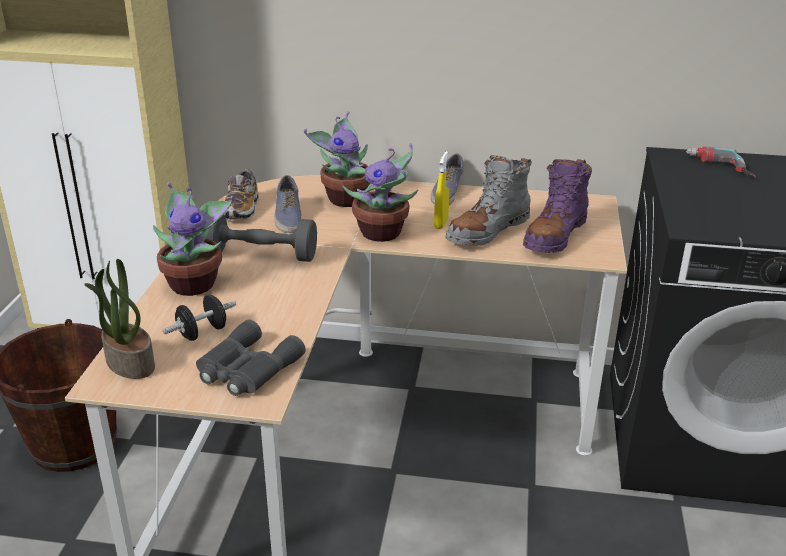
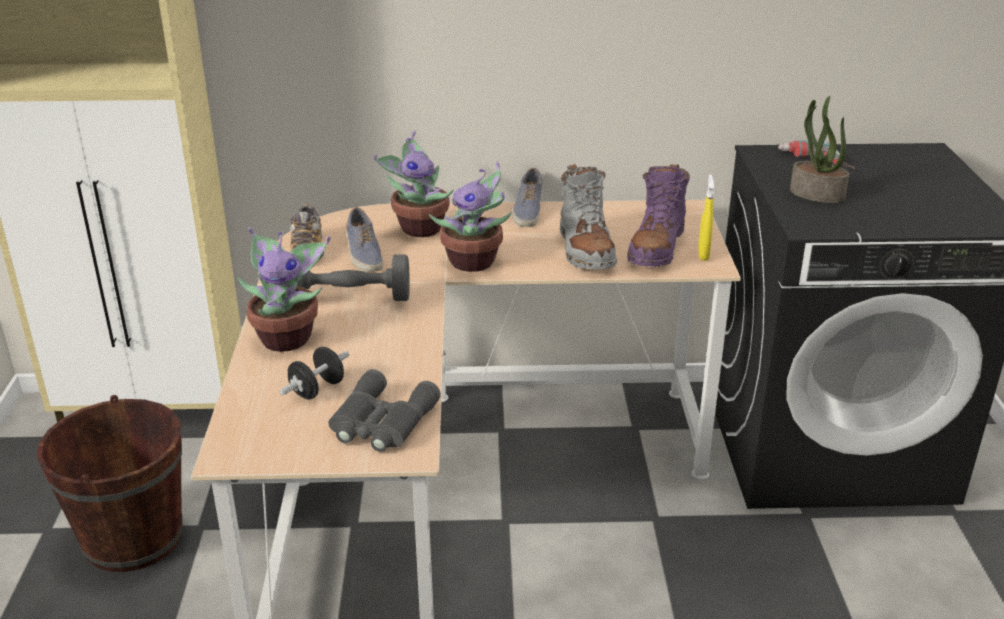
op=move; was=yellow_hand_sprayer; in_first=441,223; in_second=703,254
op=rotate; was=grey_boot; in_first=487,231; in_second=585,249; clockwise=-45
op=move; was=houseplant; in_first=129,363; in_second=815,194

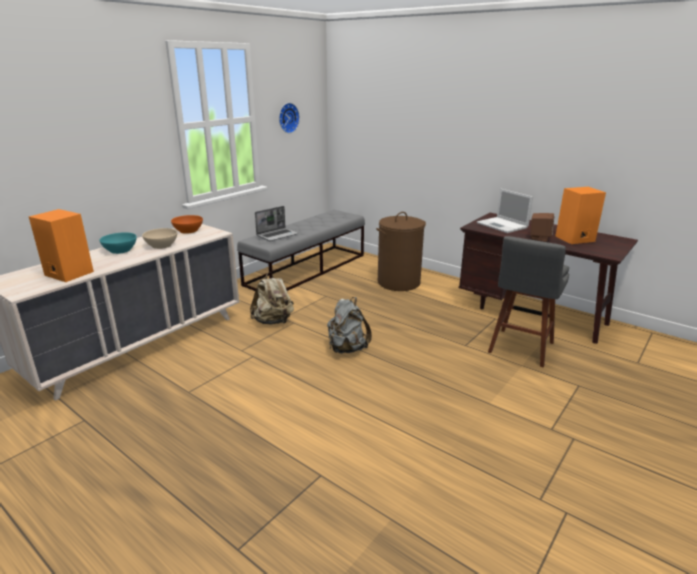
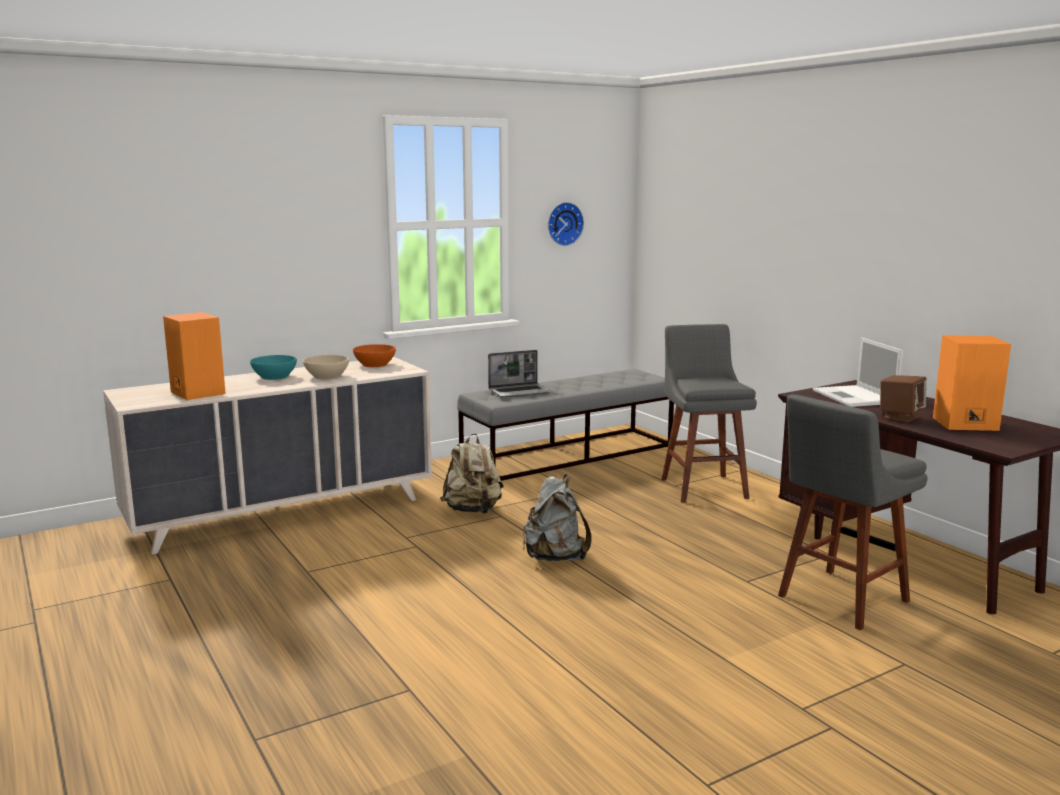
op=replace; was=brown-coloured_washing_basket; now=grey_sitting_stool; in_first=398,282; in_second=702,486

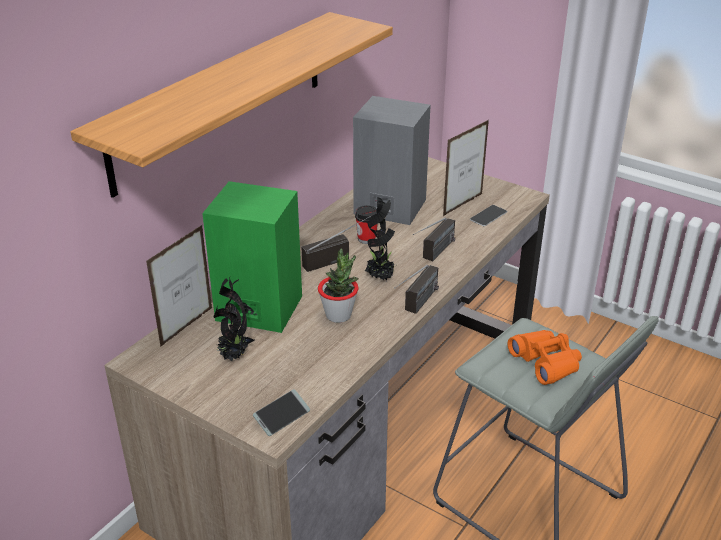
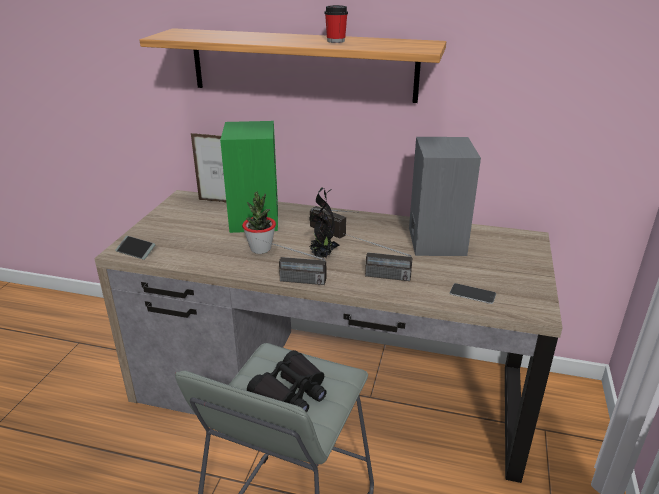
op=delete; was=standing_frame; in_first=463,205
op=move; was=drinking_cup; in_first=366,239; in_second=336,41
op=delete; was=houseplant; in_first=234,356
op=recolor; was=orange-coloured_field_glasses; now=black-coloured_field_glasses; in_first=546,362; in_second=291,393

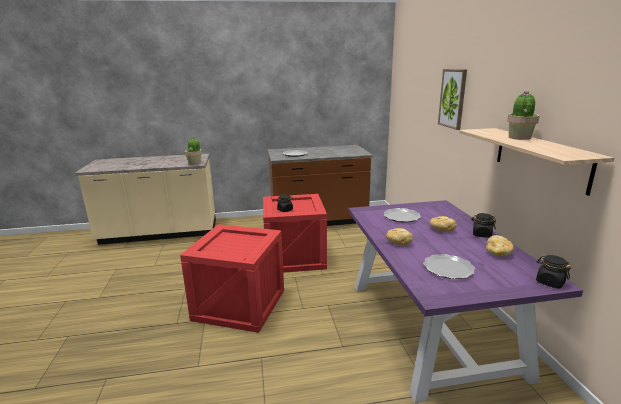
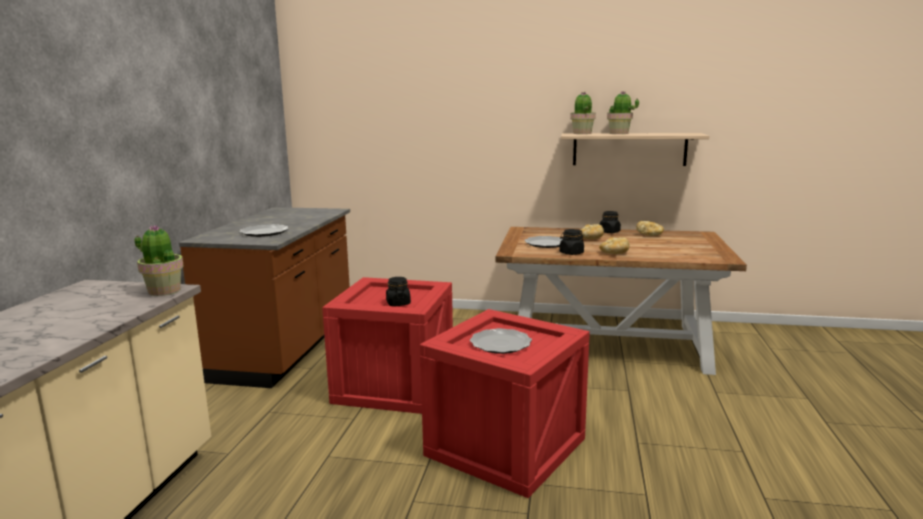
op=delete; was=wall_picture; in_first=453,98
op=recolor; was=purple-coloured_dining_table; now=brown-coloured_dining_table; in_first=431,326; in_second=608,343
op=move; was=flat_dish; in_first=448,269; in_second=501,344
op=move; was=black-coloured_preserve_jar; in_first=549,282; in_second=571,253
op=insert; now=houseplant; in_second=582,133

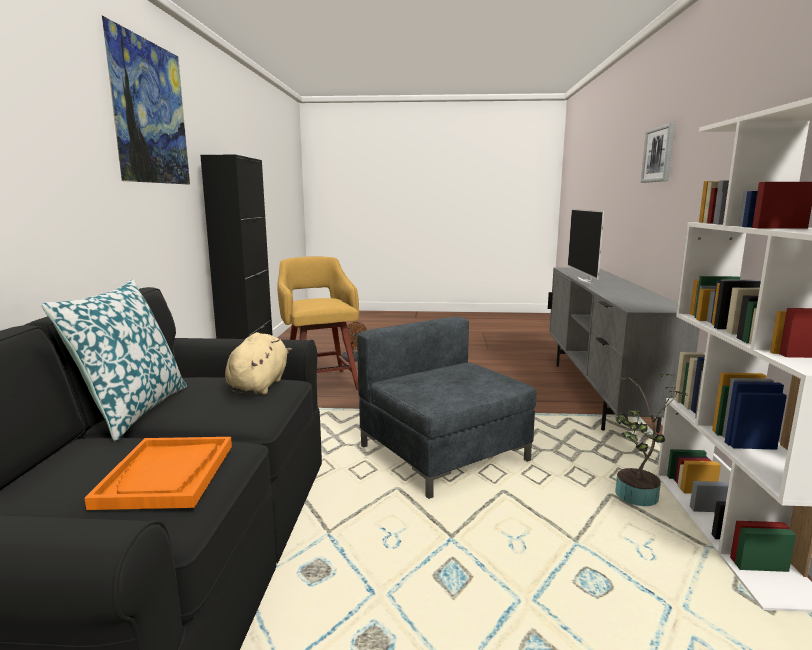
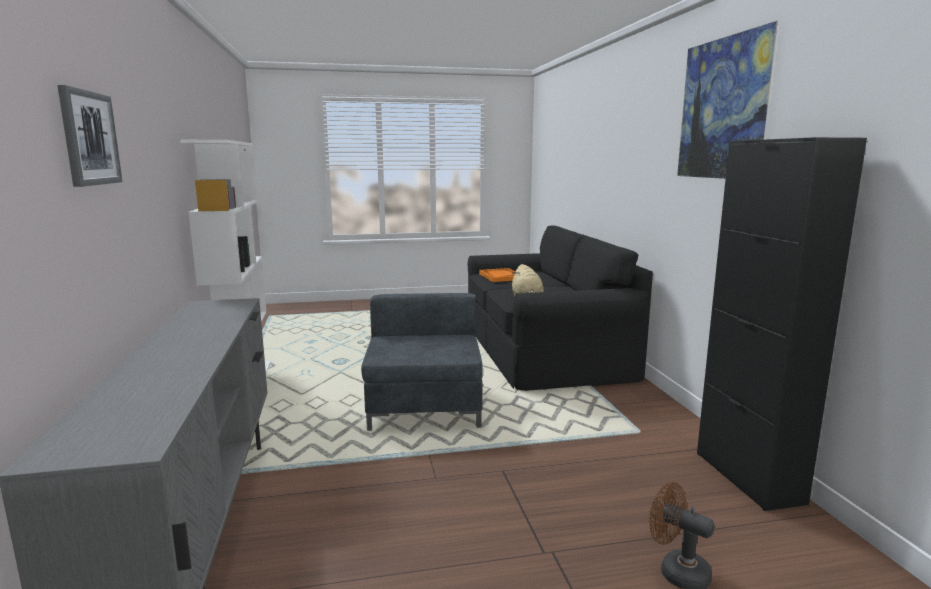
op=delete; was=TV; in_first=585,280
op=delete; was=yellow_sitting_stool; in_first=321,383
op=delete; was=pillow; in_first=132,411
op=rotate; was=grey_armchair; in_first=443,455; in_second=424,407; clockwise=-135
op=delete; was=houseplant; in_first=635,498

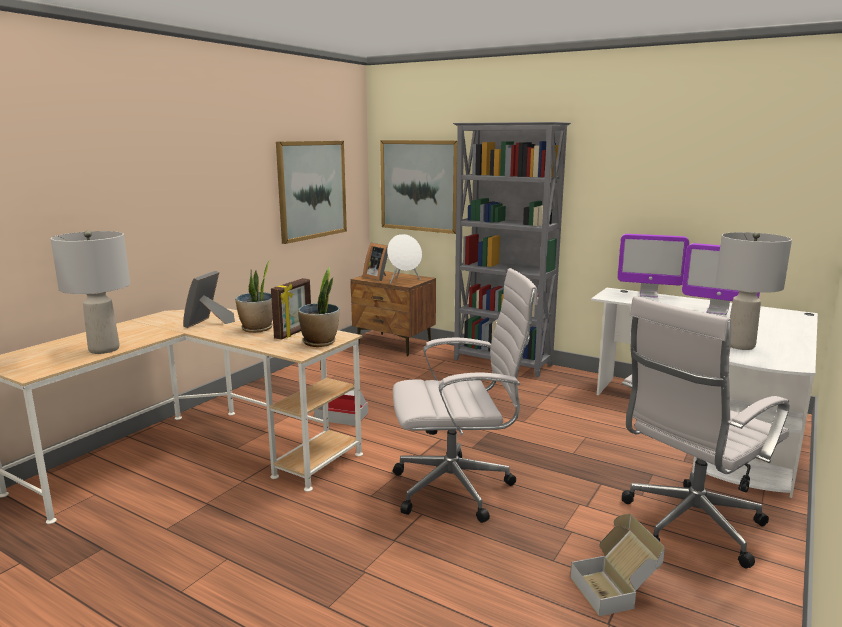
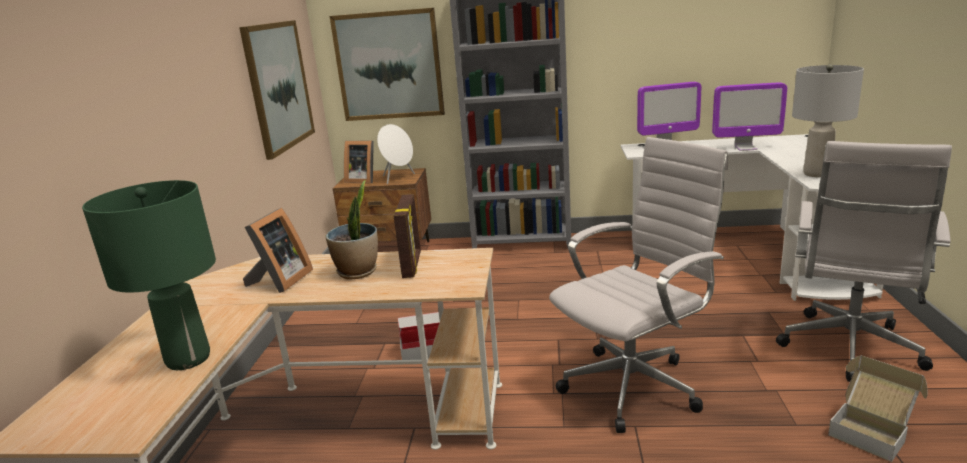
op=recolor; was=grey_tabletop_lamp; now=green_tabletop_lamp; in_first=104,349; in_second=187,359
op=delete; was=houseplant; in_first=320,342
op=rotate; was=standing_frame; in_first=209,323; in_second=280,281; clockwise=-150

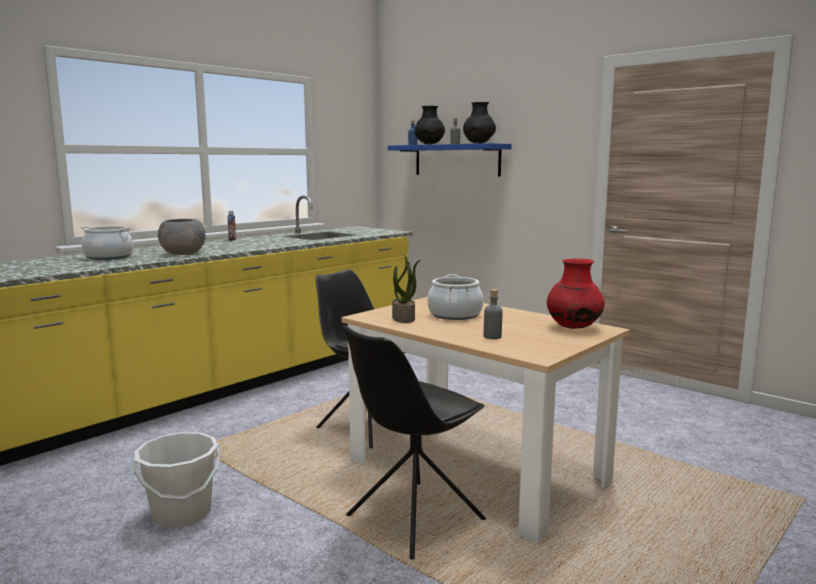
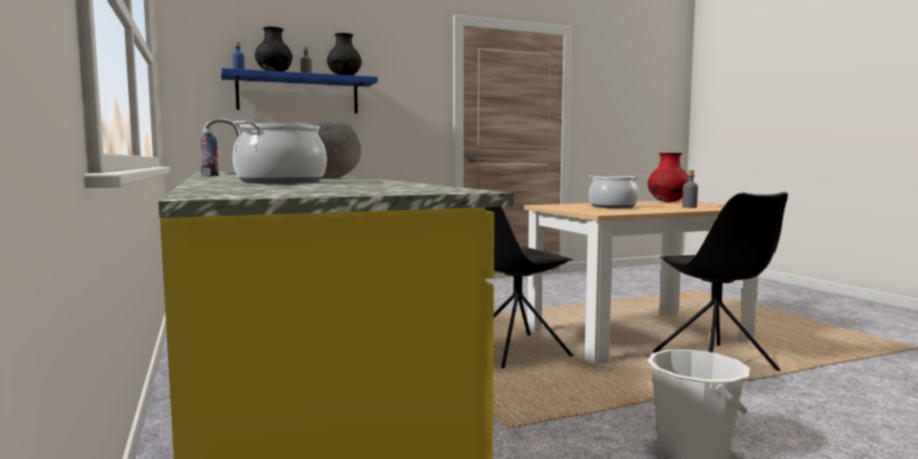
op=delete; was=houseplant; in_first=404,319

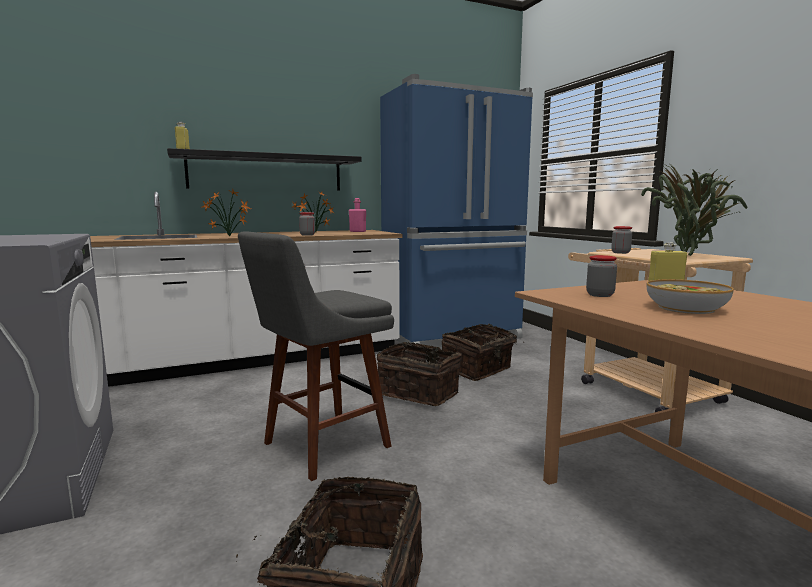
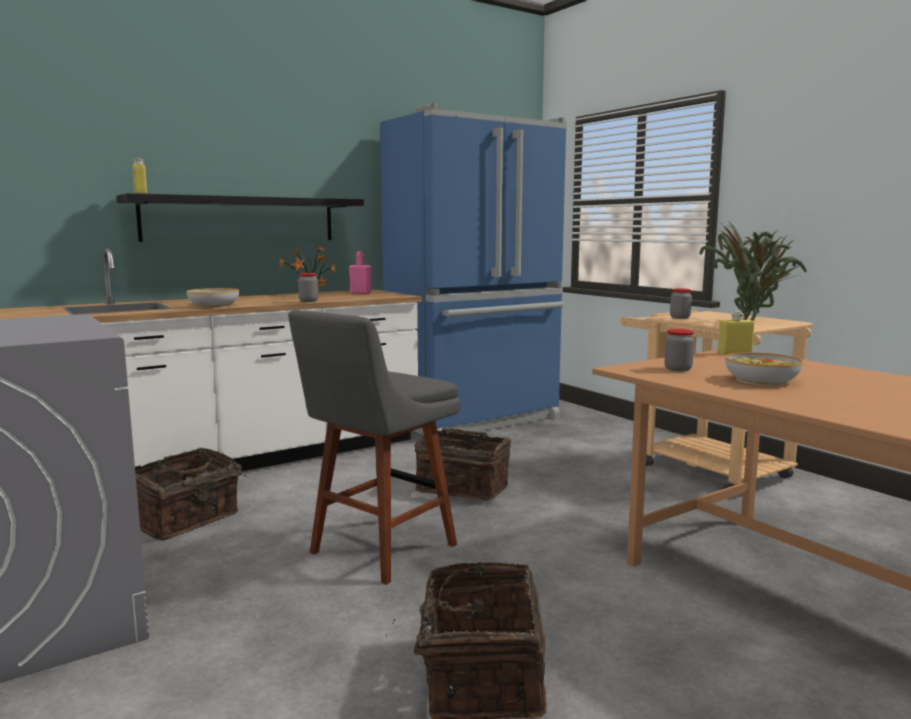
op=replace; was=houseplant; now=bowl; in_first=230,236; in_second=214,306
op=move; was=basket; in_first=478,369; in_second=185,519

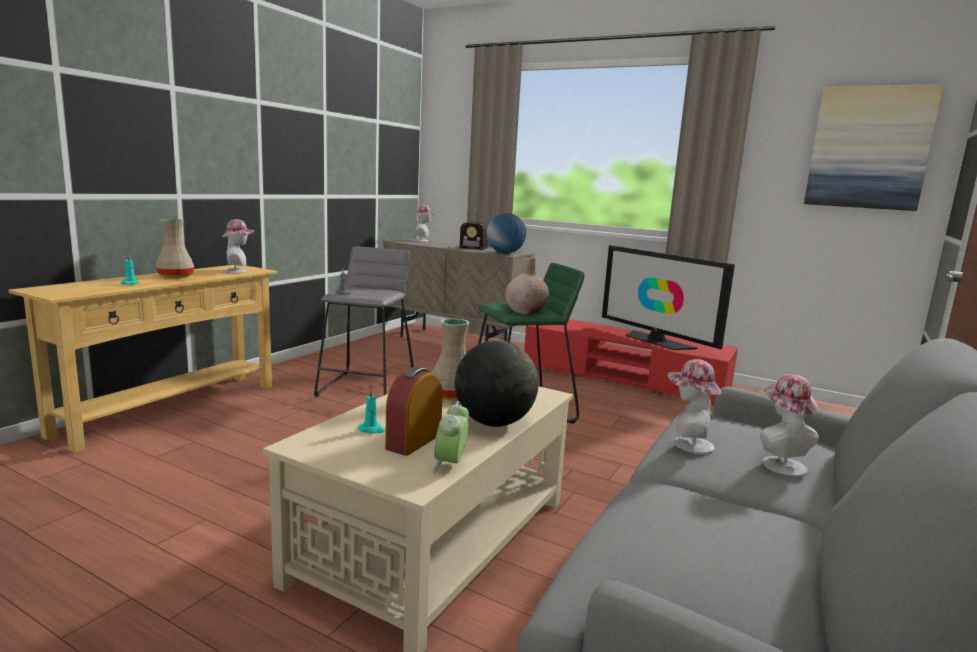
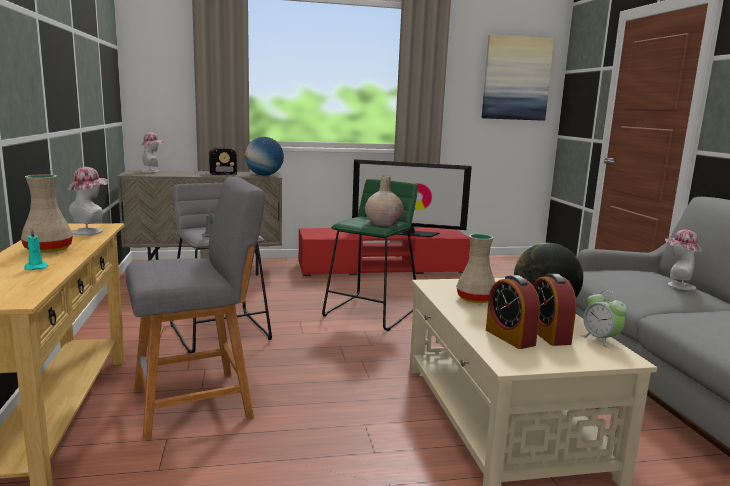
op=delete; was=hat; in_first=687,444
op=replace; was=turquoise-coloured_candle; now=alarm_clock; in_first=371,430; in_second=510,337
op=insert; now=grey_sitting_stool; in_second=199,402

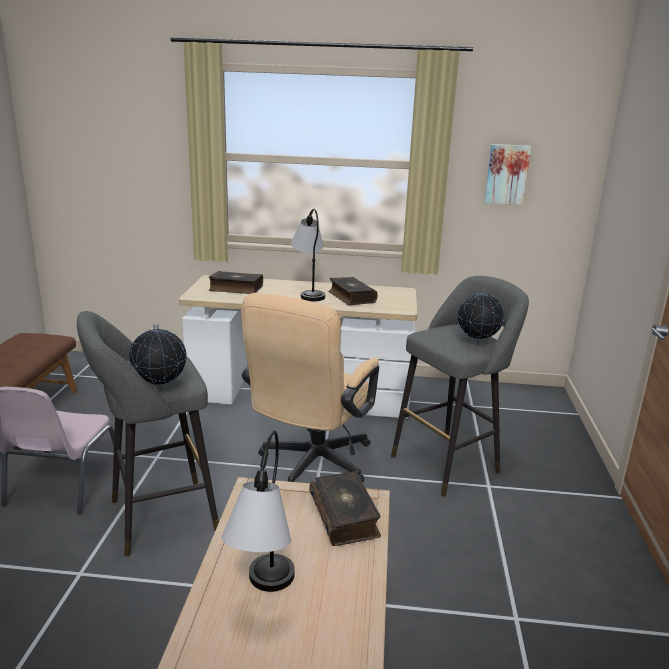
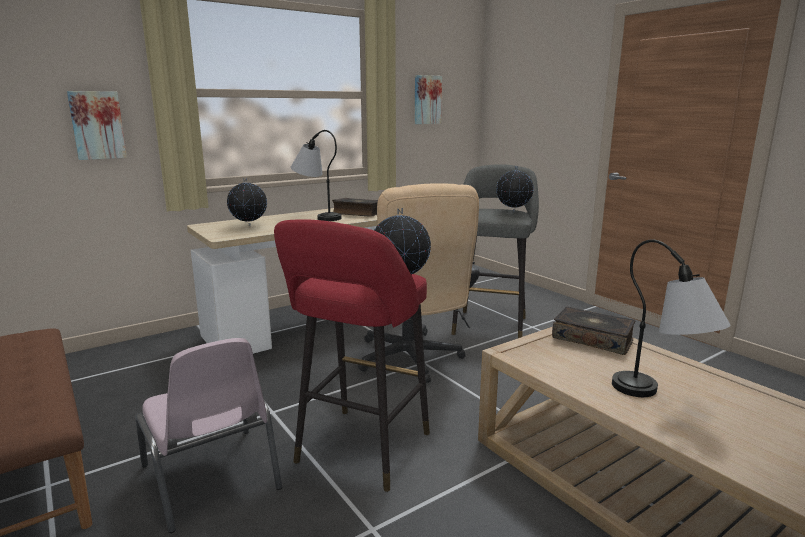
op=replace; was=book; now=desk_globe; in_first=236,289; in_second=249,226
op=recolor; was=grey_sitting_stool; now=red_sitting_stool; in_first=156,518; in_second=360,451
op=insert; now=wall_picture; in_second=97,125

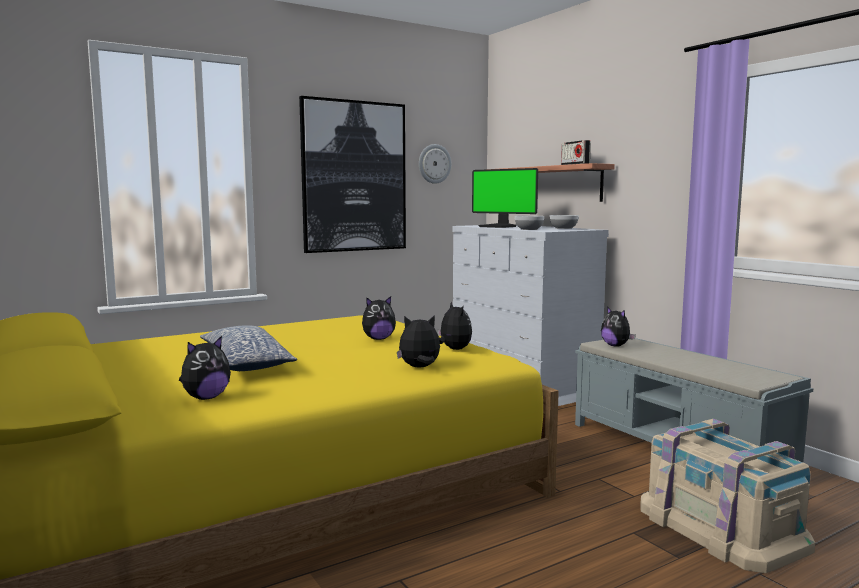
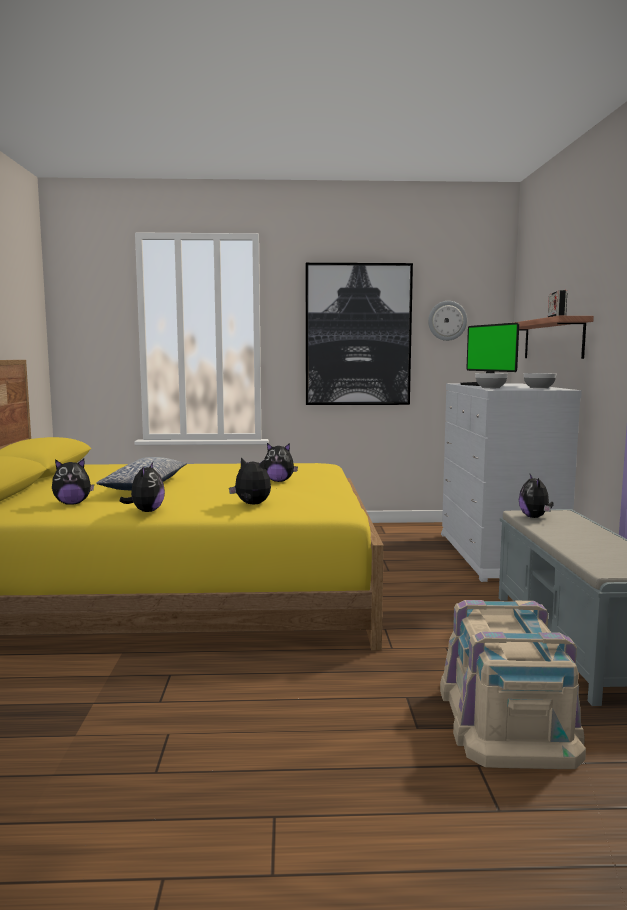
op=move; was=plush_toy; in_first=453,349; in_second=146,511

